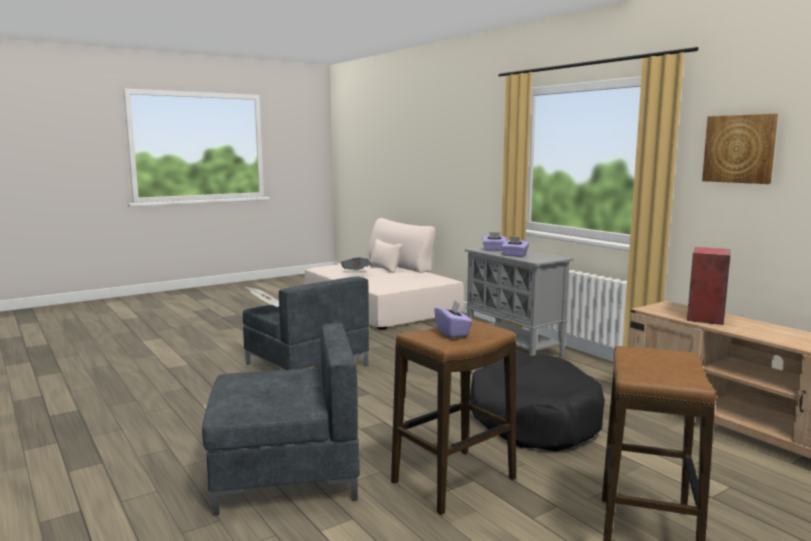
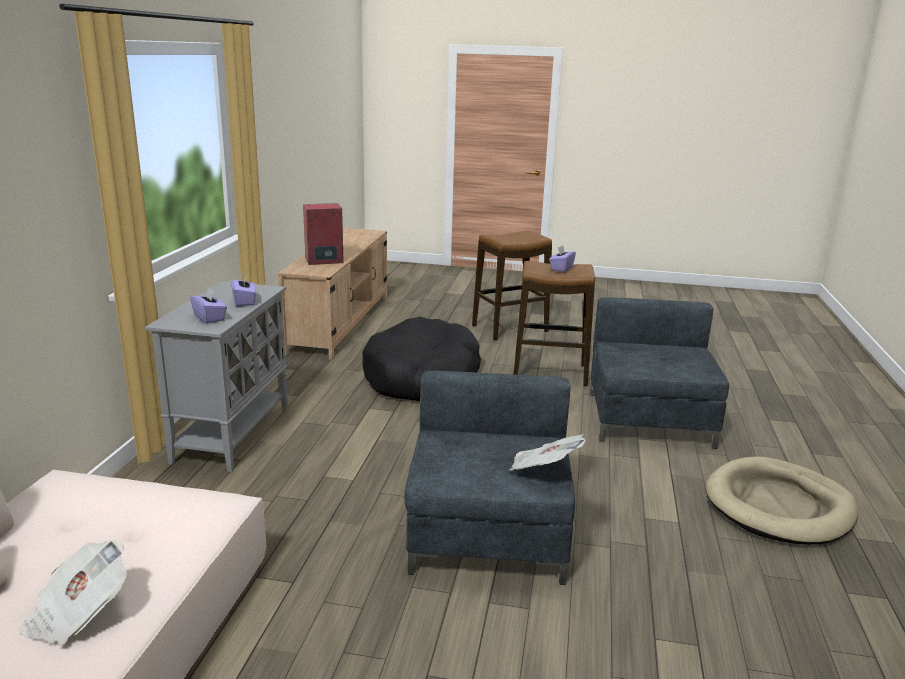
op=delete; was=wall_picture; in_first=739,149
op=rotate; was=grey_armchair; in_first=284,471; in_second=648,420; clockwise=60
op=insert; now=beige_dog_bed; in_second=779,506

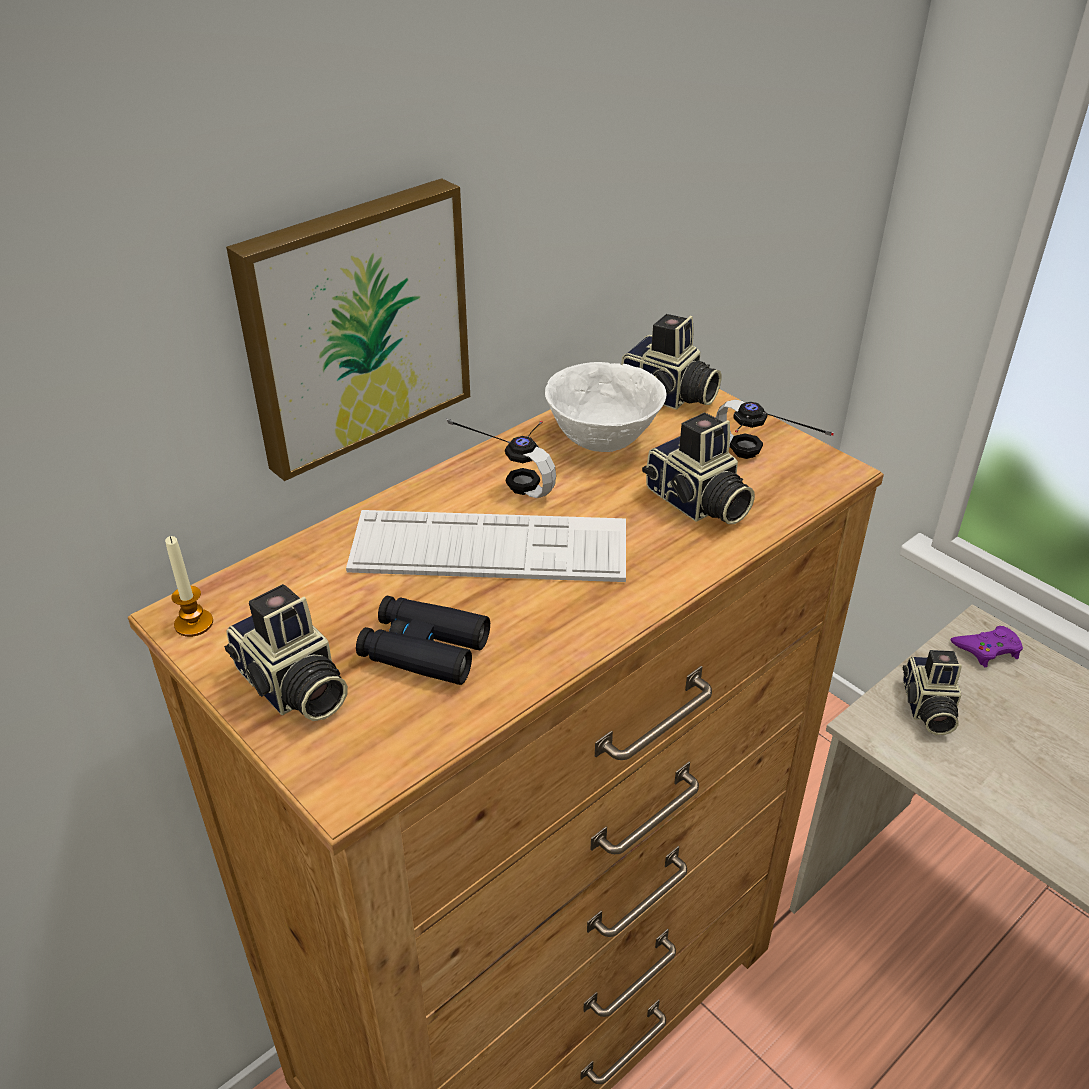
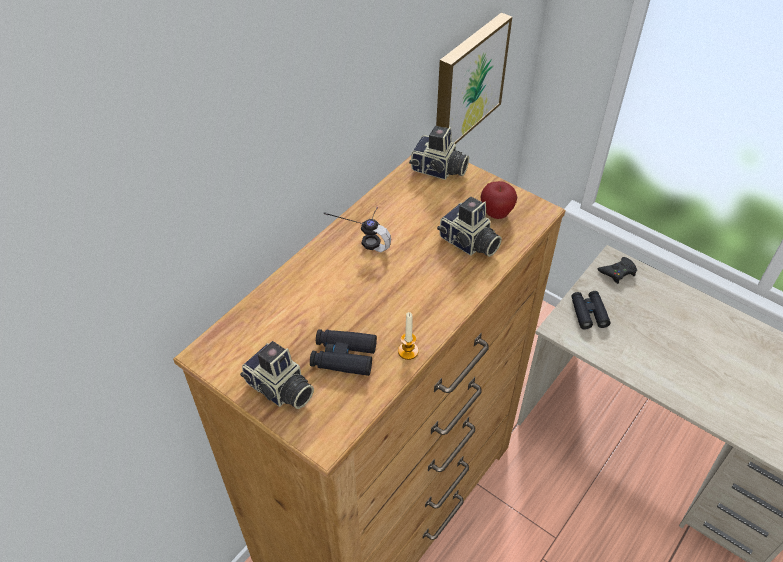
op=move; was=wall_picture; in_first=354,325; in_second=467,81
op=delete; was=white_bowl; in_first=604,442
op=replace; was=headset; now=apple_fruit; in_first=756,466; in_second=496,214
op=delete; was=PC_keyboard; in_first=489,549
op=move; was=candle; in_first=194,623; in_second=408,351
op=recolor; was=purple-coloured_game_controller; now=black-coloured_game_controller; in_first=987,649; in_second=618,272
op=replace; was=photo_camera; now=black-coloured_field_glasses; in_first=927,708; in_second=588,313

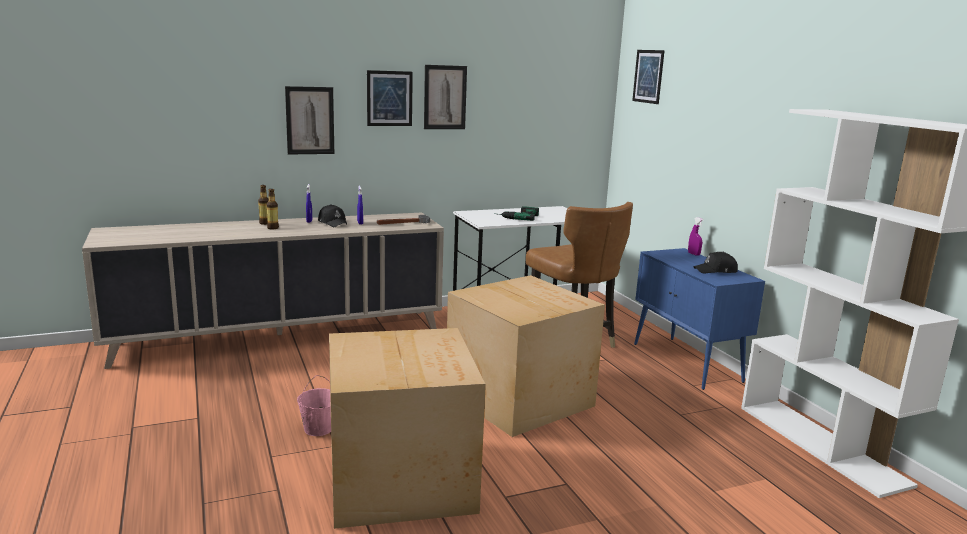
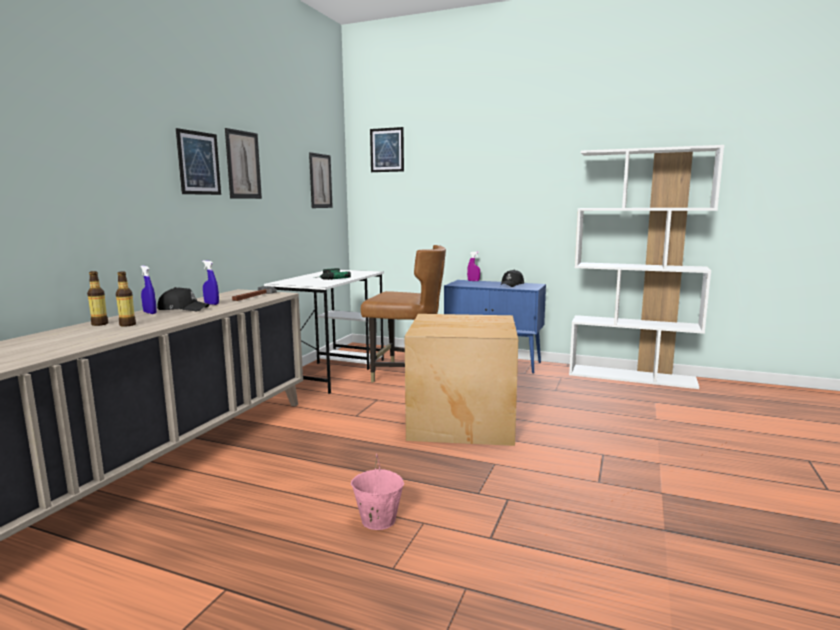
op=move; was=wall_picture; in_first=310,120; in_second=320,181
op=delete; was=cardboard_box; in_first=402,478

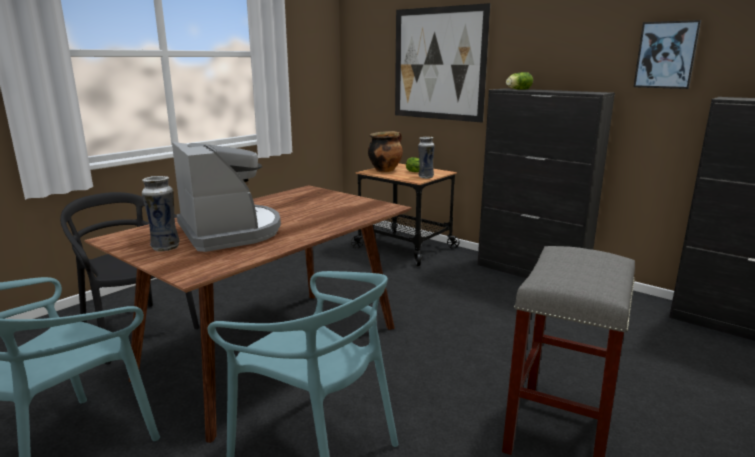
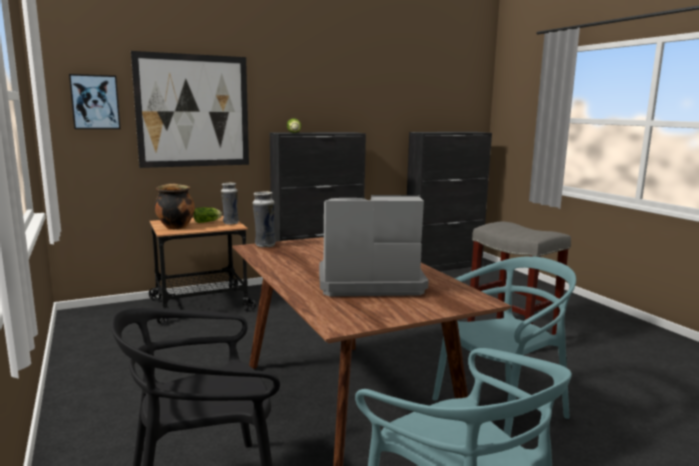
op=move; was=wall_picture; in_first=666,55; in_second=95,102
op=move; was=decorative_vase; in_first=165,247; in_second=264,245

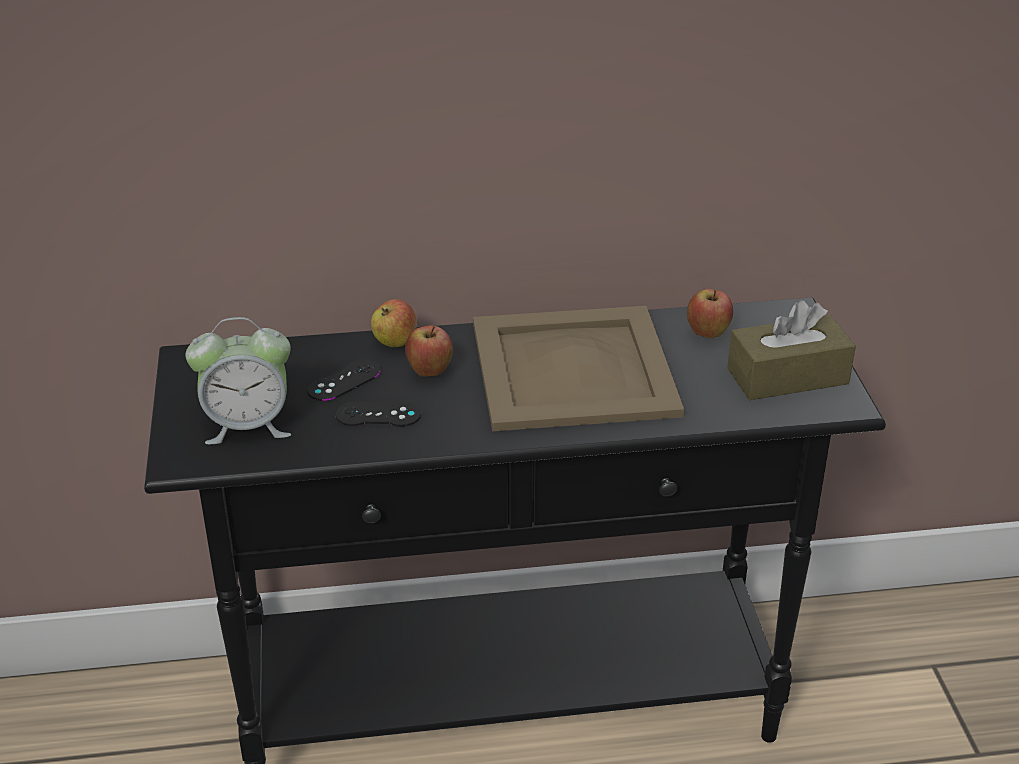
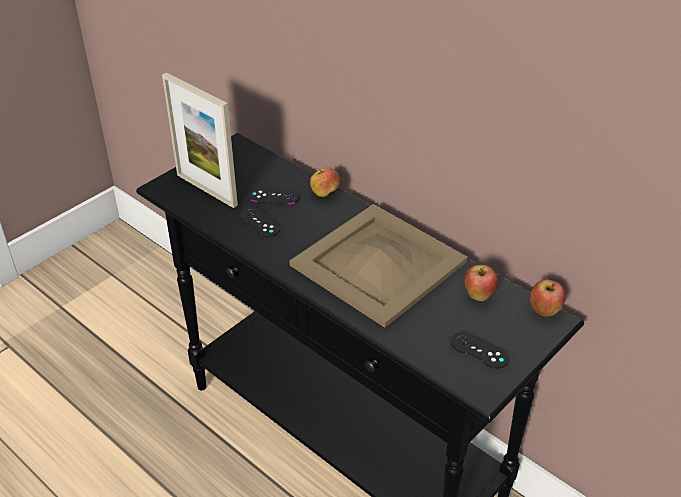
op=replace; was=brown-coloured_box_of_tissues; now=black-coloured_game_controller; in_first=787,376; in_second=479,350
op=replace; was=alarm_clock; now=standing_frame; in_first=248,425; in_second=206,190
op=move; was=apple_fruit; in_first=429,372; in_second=544,311

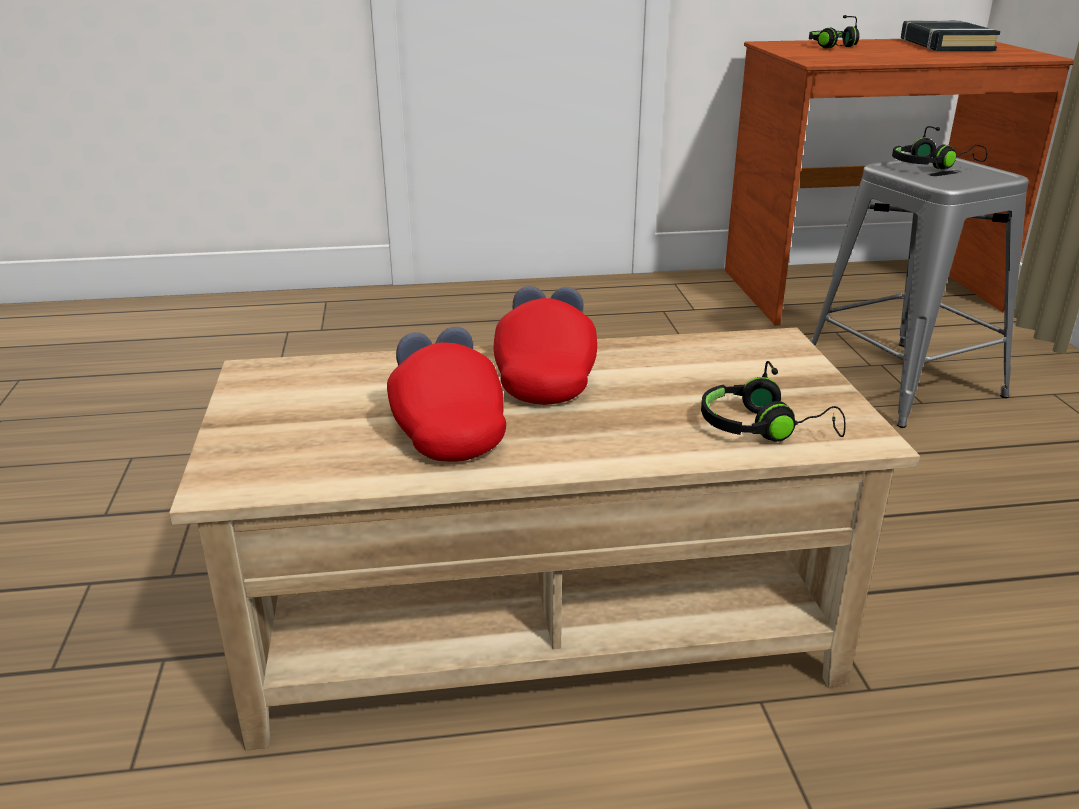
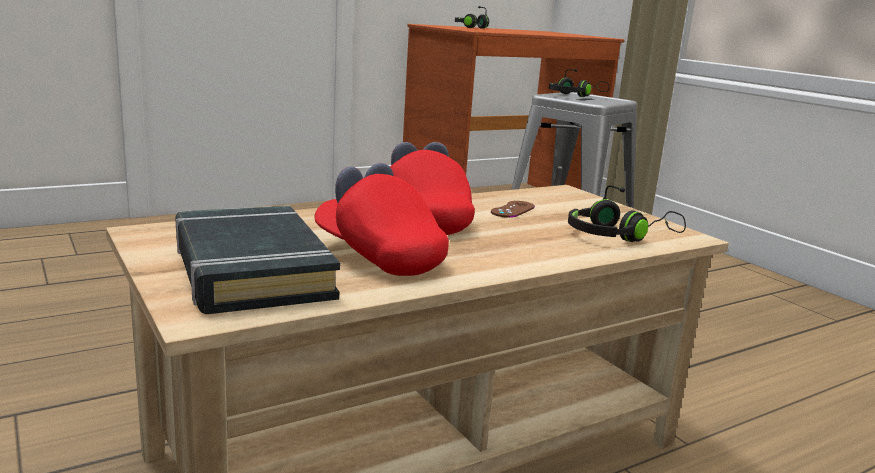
op=move; was=black-coloured_book; in_first=945,45; in_second=250,270
op=insert; now=brown-coloured_game_controller; in_second=512,210

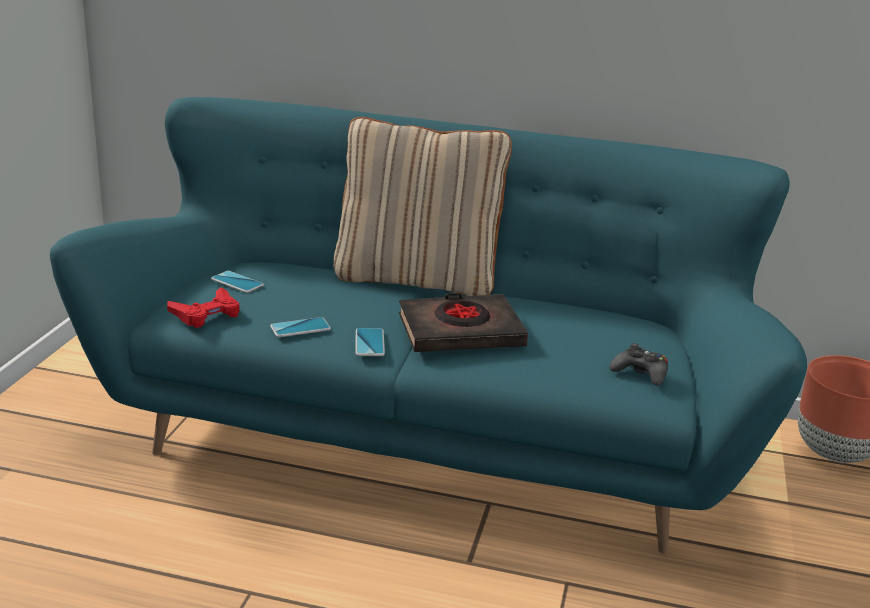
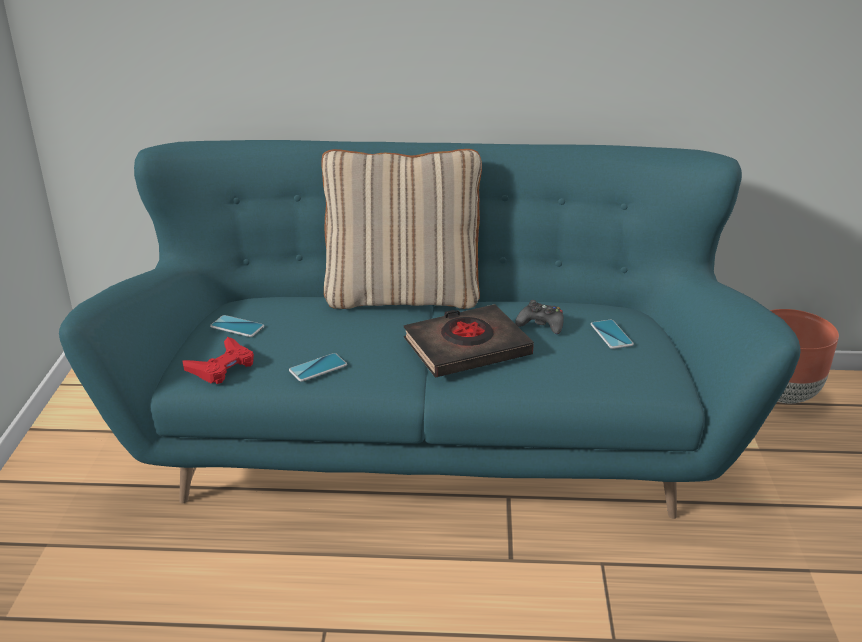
op=move; was=phone; in_first=369,343; in_second=611,335
op=move; was=black-coloured_game_controller; in_first=640,373; in_second=541,324

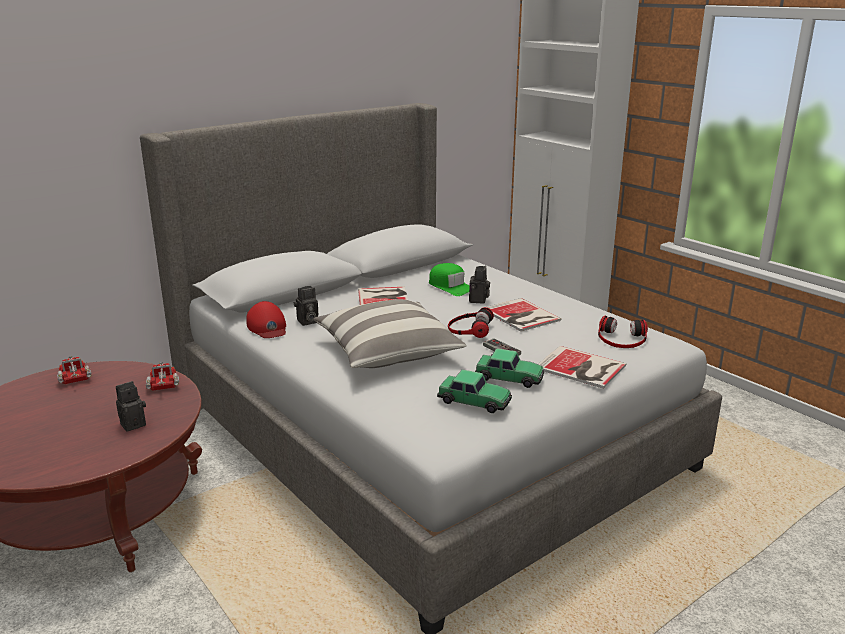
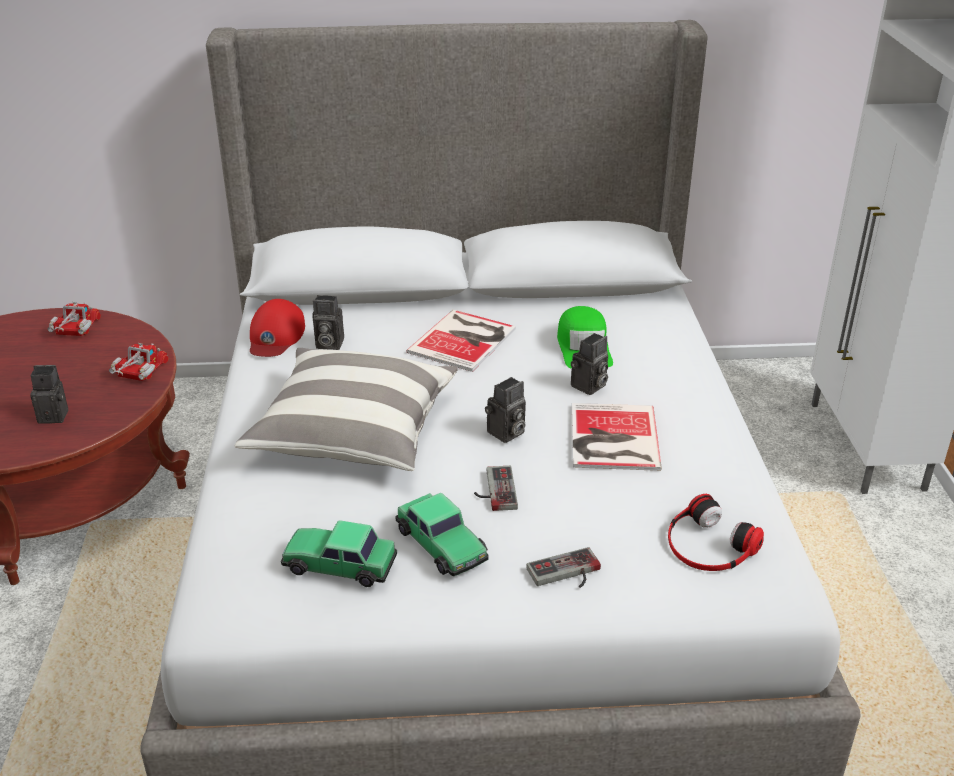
op=replace; was=headset; now=photo_camera; in_first=469,328; in_second=506,434
op=replace; was=book; now=game_controller; in_first=582,368; in_second=566,574
op=rotate; was=model_car; in_first=474,401; in_second=339,564; clockwise=135

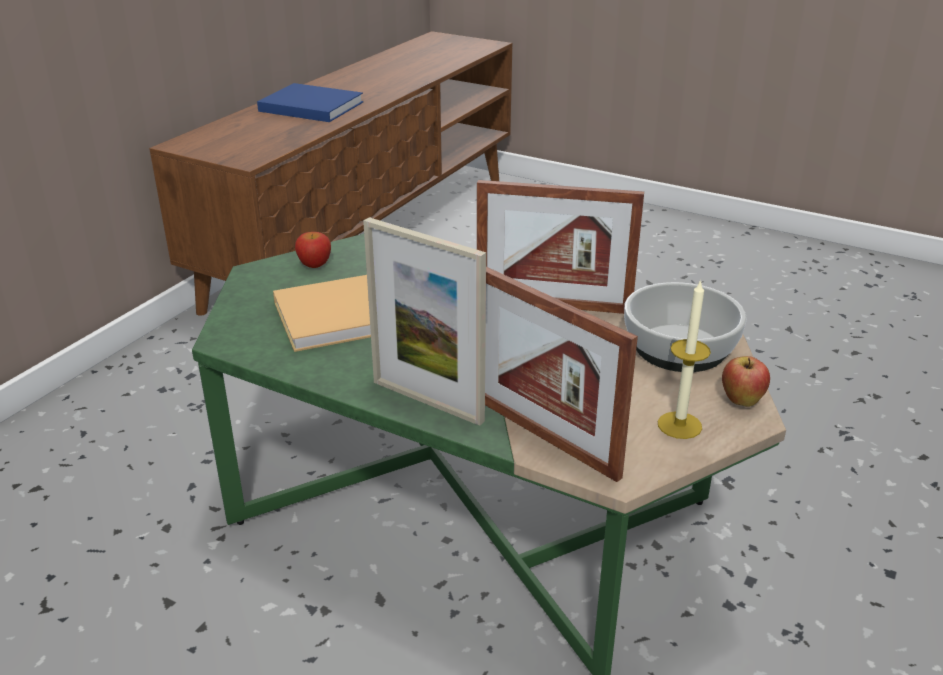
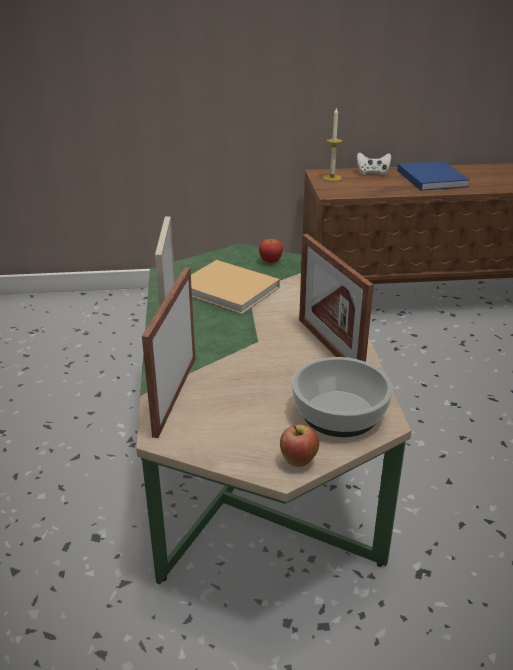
op=move; was=candle; in_first=679,425; in_second=332,178
op=insert; now=white_game_controller; in_second=372,173

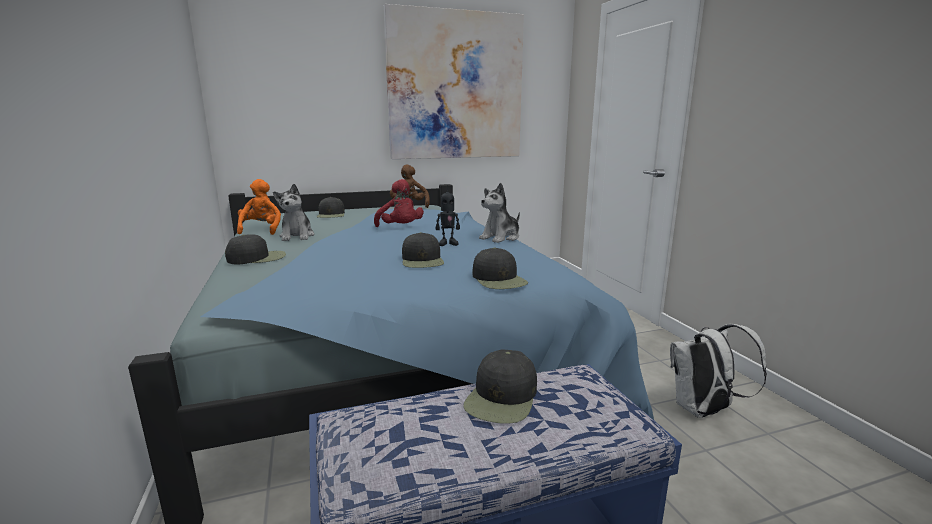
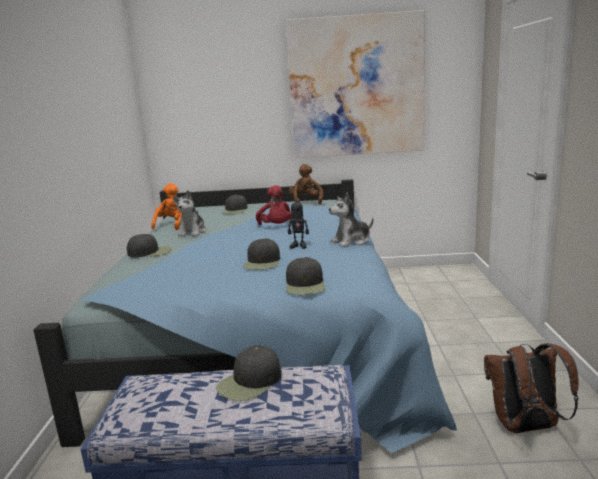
op=recolor; was=white_backpack; now=brown-coloured_backpack; in_first=703,411; in_second=525,427

